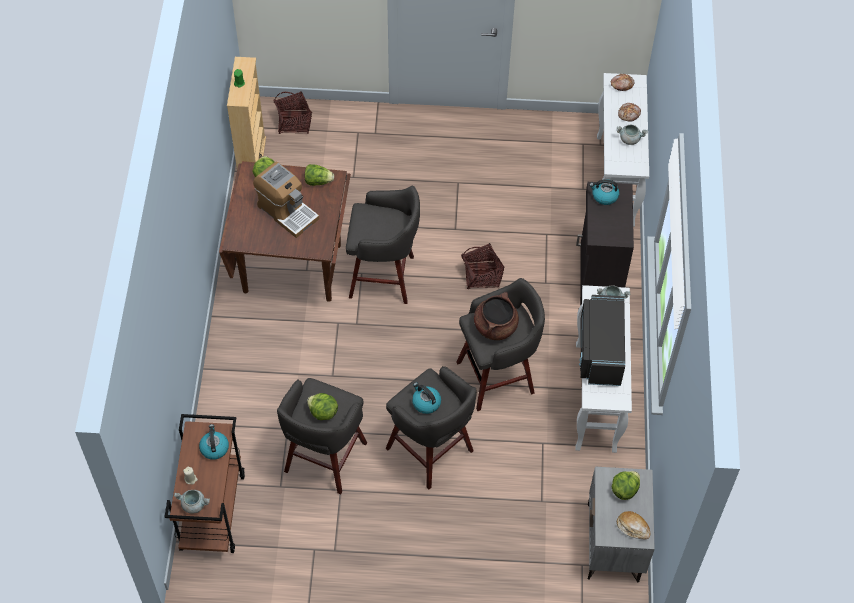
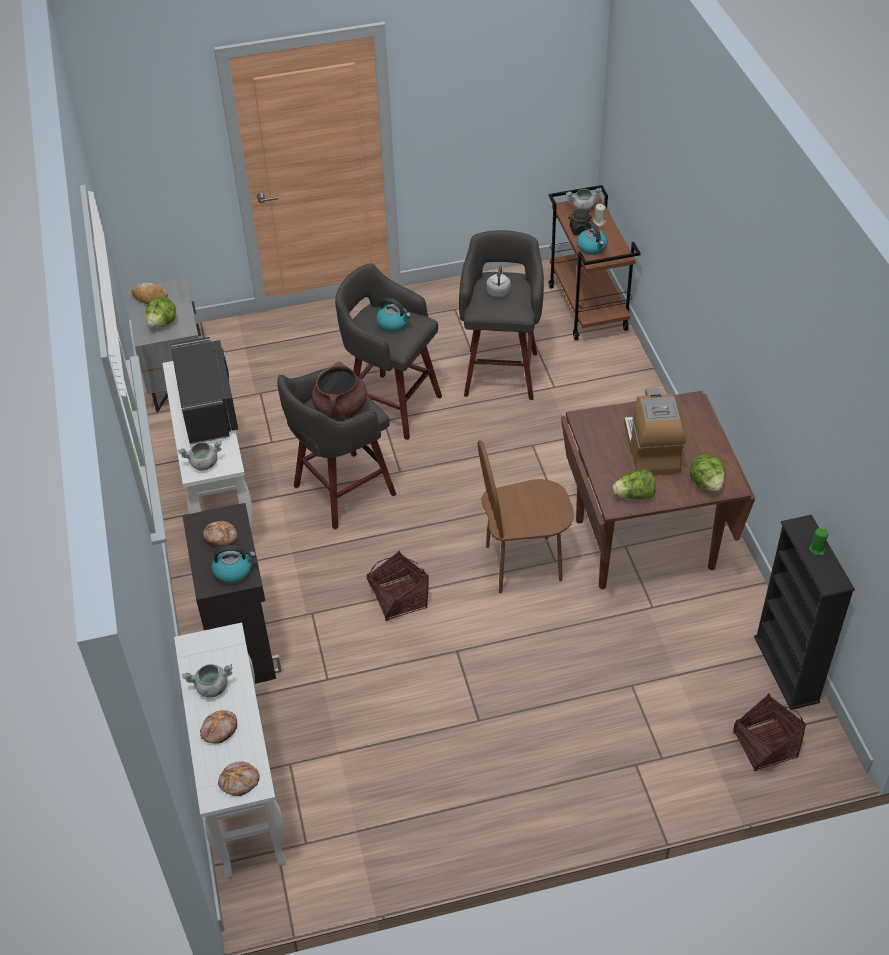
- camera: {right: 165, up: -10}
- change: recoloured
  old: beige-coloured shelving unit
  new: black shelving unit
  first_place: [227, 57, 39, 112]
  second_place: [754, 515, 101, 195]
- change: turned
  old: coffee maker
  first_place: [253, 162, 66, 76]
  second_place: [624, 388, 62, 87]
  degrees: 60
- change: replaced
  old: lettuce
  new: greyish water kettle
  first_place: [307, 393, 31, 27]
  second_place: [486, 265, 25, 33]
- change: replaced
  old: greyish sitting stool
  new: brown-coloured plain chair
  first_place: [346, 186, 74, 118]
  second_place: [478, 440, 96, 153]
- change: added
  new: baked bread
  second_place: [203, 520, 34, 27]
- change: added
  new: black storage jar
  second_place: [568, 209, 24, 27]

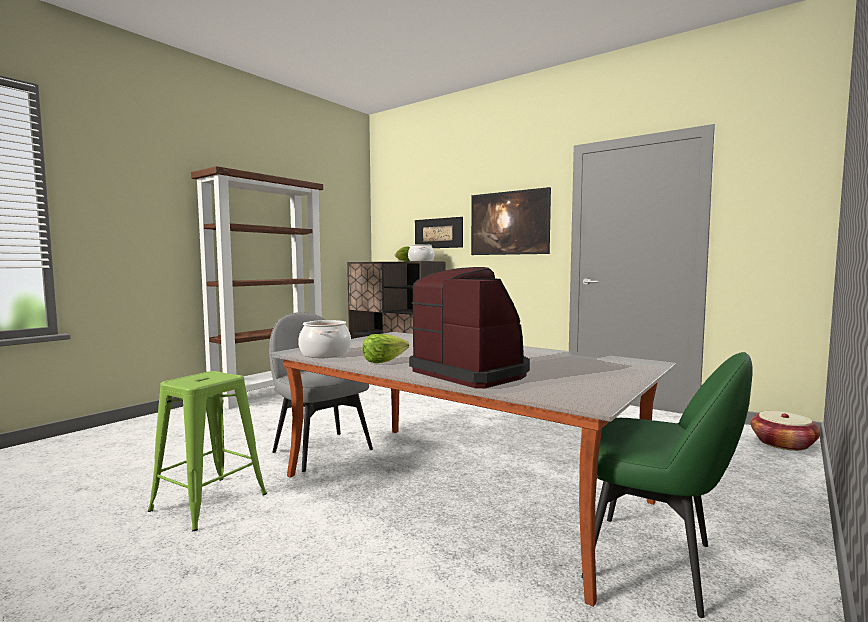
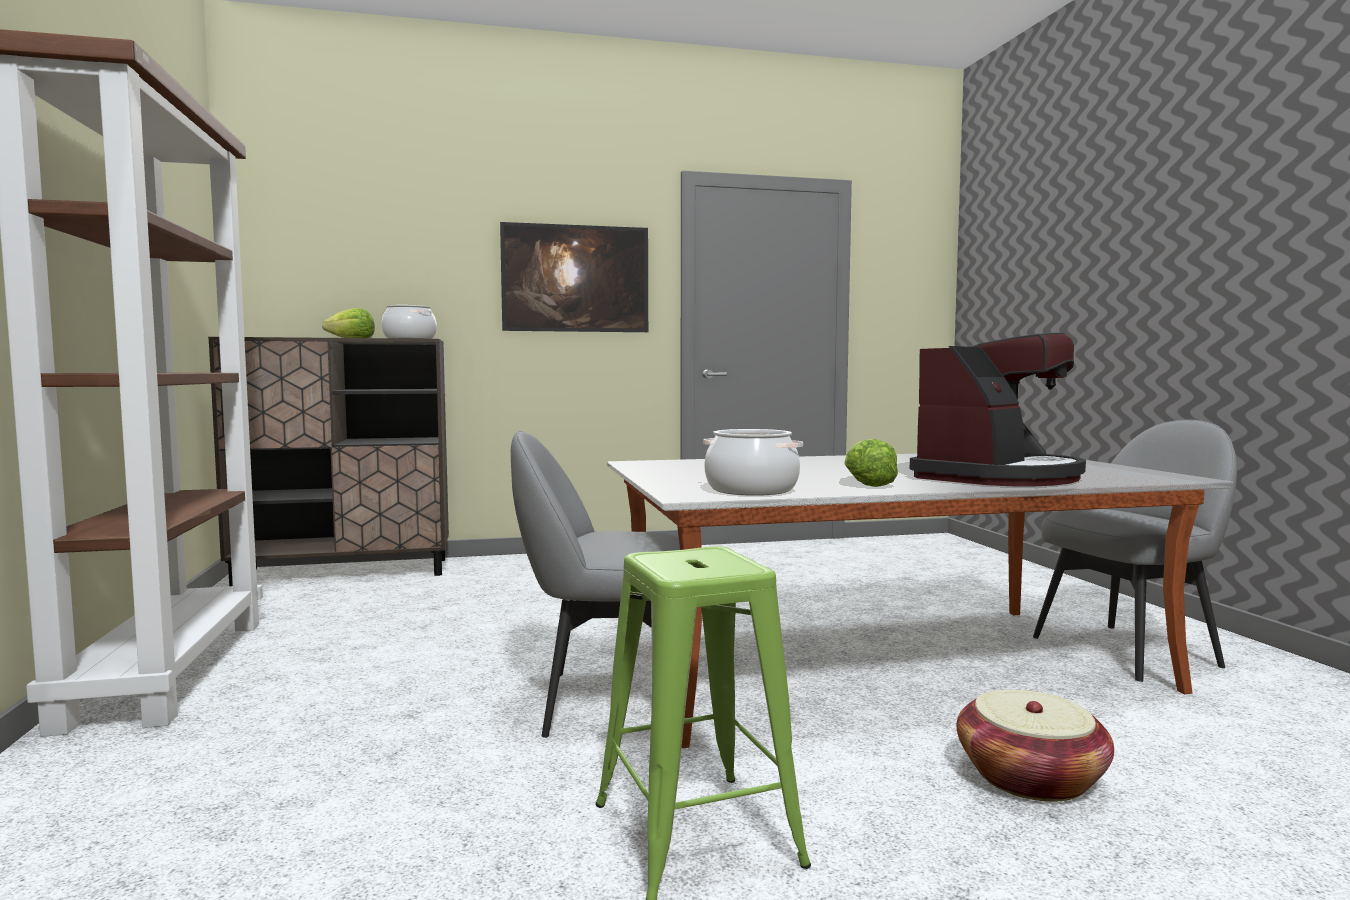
- camera: {right: -50, up: 0}
- change: turned
  old: coffee maker
  first_place: [409, 267, 121, 121]
  second_place: [910, 333, 176, 154]
  degrees: 135
- change: removed
  old: picture
  first_place: [415, 217, 48, 31]
- change: recoloured
  old: green-coloured plain chair
  new: greyish plain chair
  first_place: [581, 352, 172, 266]
  second_place: [1033, 420, 204, 262]
- change: moved
  old: storage basket
  first_place: [750, 411, 71, 40]
  second_place: [957, 690, 157, 112]

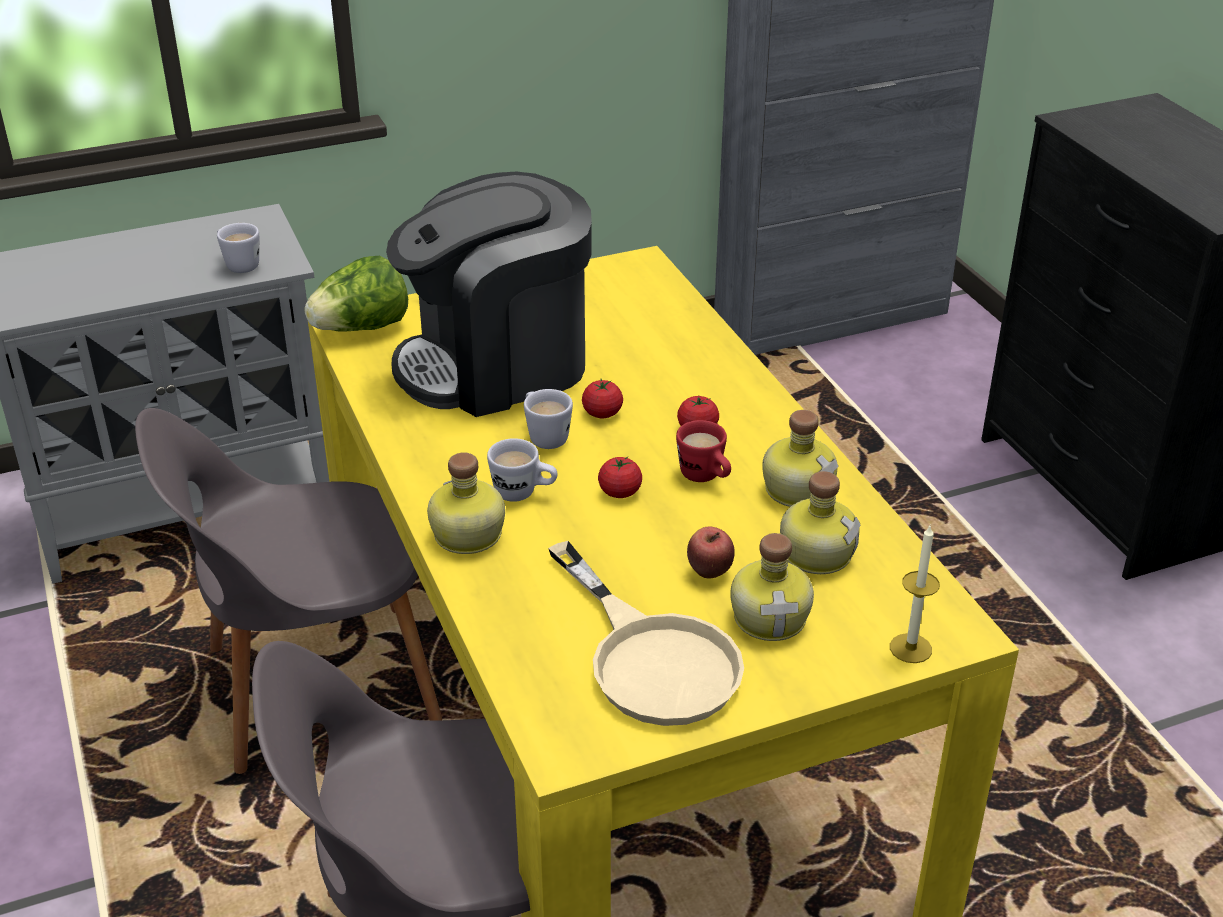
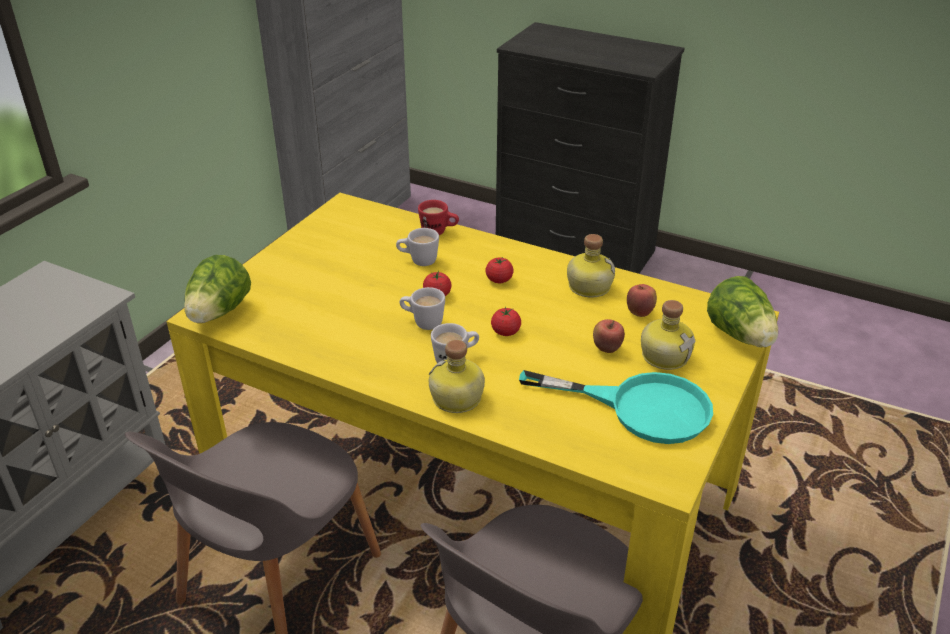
- camera: {right: -40, up: 0}
- change: moved
  old: whitish tea mug
  first_place: [217, 223, 42, 50]
  second_place: [396, 228, 43, 38]
- change: removed
  old: coffee maker
  first_place: [386, 172, 206, 245]
- change: recoloured
  old: beige-coloured skillet
  new: turquoise skillet
  first_place: [548, 541, 196, 185]
  second_place: [519, 370, 194, 74]
- change: moved
  old: reddish tea mug
  first_place: [676, 420, 55, 62]
  second_place: [418, 200, 41, 35]
- change: replaced
  old: bottle
  new: apple
  first_place: [780, 471, 80, 103]
  second_place: [627, 284, 30, 33]
- change: replaced
  old: candle
  new: lettuce
  first_place: [890, 524, 50, 139]
  second_place: [707, 276, 71, 71]

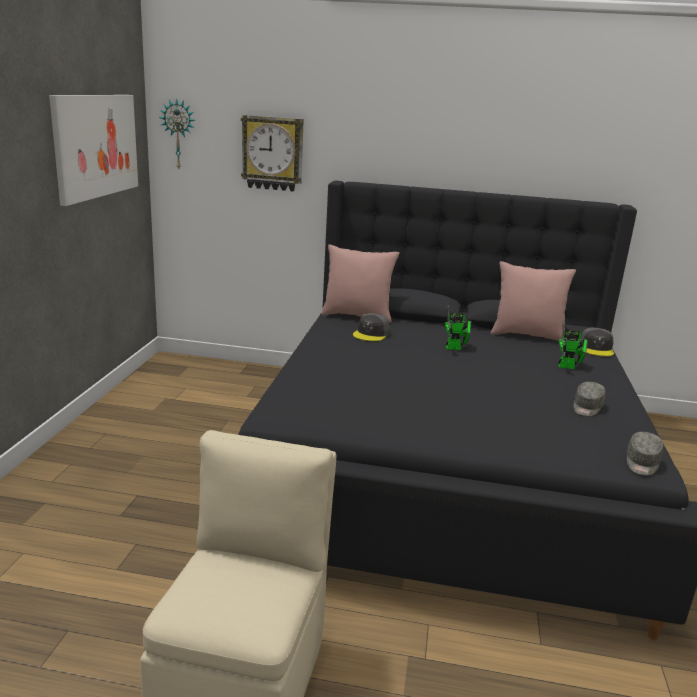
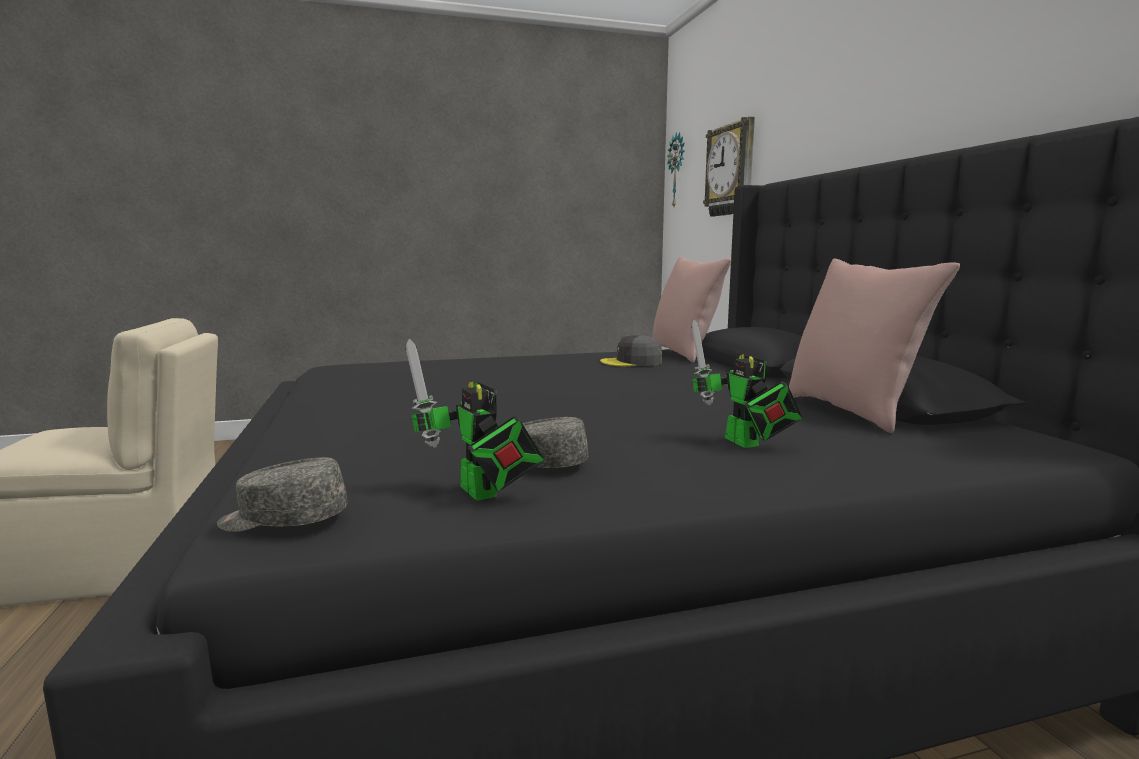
- camera: {right: 65, up: -10}
- change: removed
  old: picture
  first_place: [49, 95, 89, 111]
- change: moved
  old: model robot
  first_place: [445, 305, 26, 45]
  second_place: [405, 339, 139, 162]
- change: removed
  old: greyish cap
  first_place: [581, 328, 33, 28]

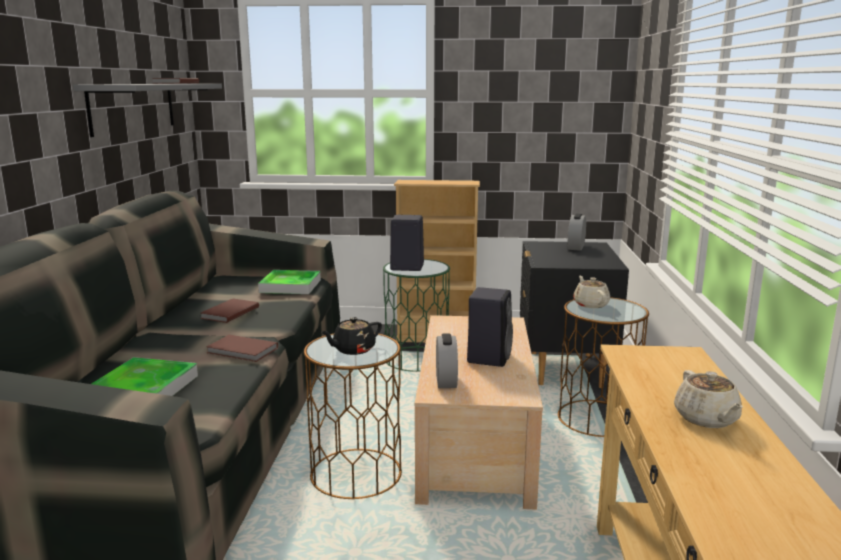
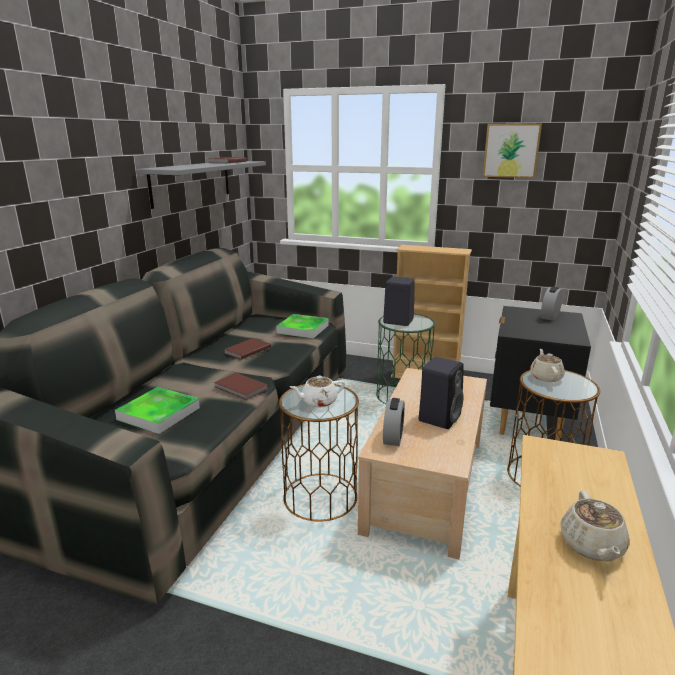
- camera: {right: 15, up: 5}
- change: recoloured
  old: black tea pot
  new: whitish tea pot
  first_place: [321, 317, 61, 38]
  second_place: [290, 376, 55, 32]
- change: added
  new: picture
  second_place: [483, 123, 59, 55]

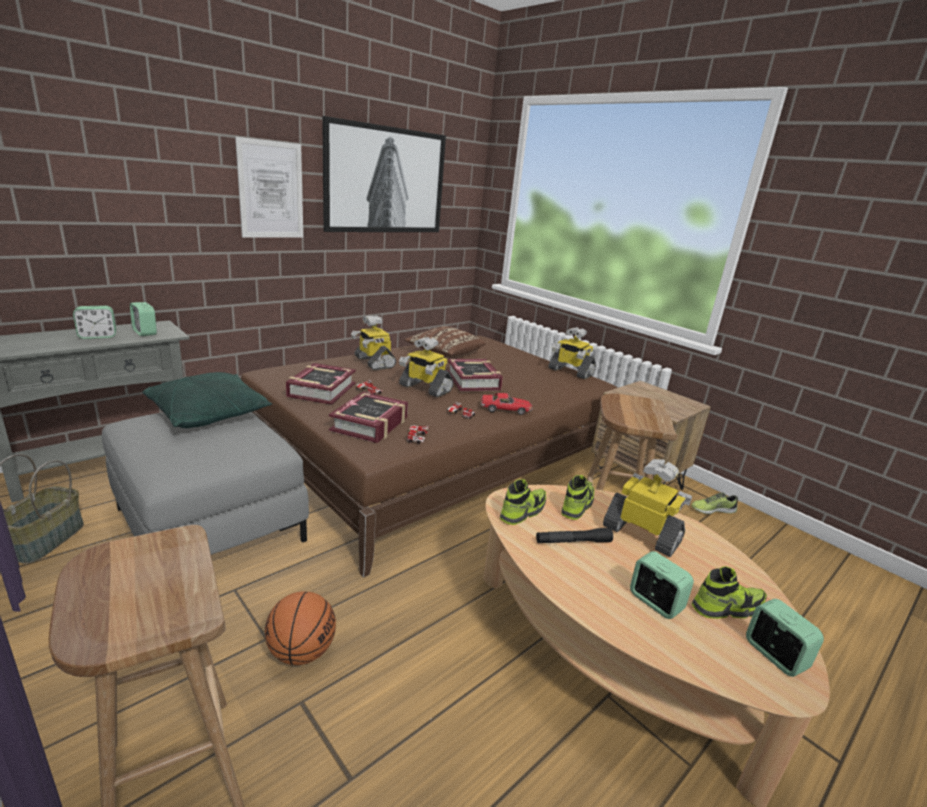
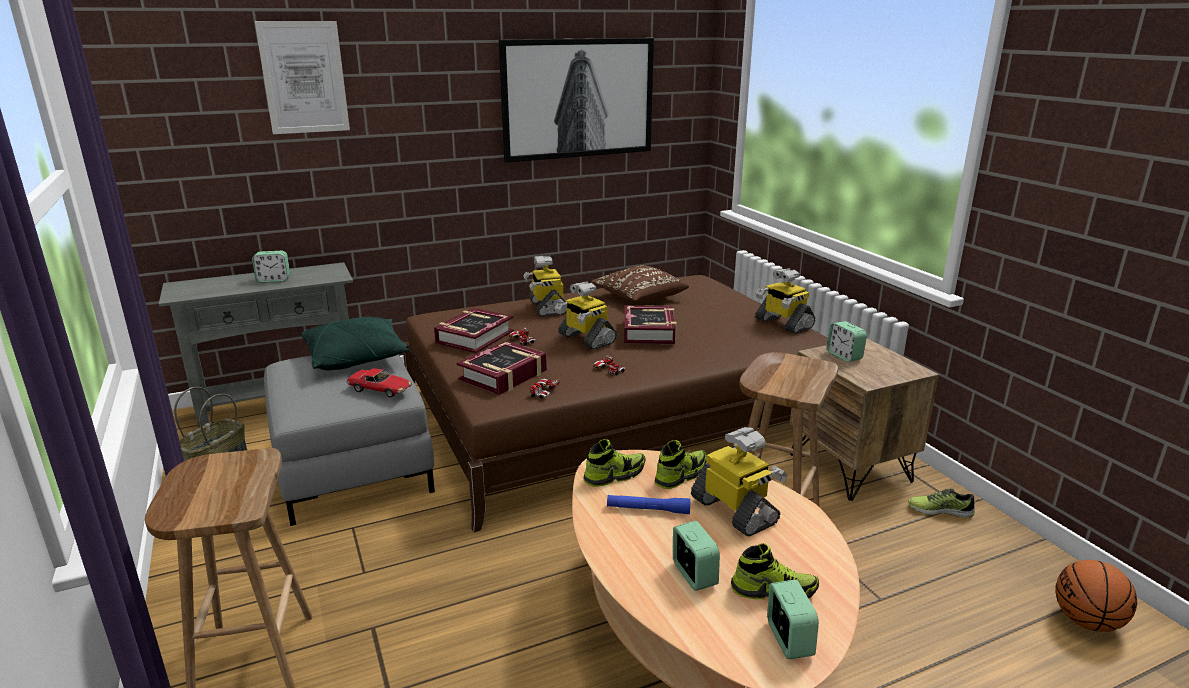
- camera: {right: 20, up: 0}
- change: moved
  old: table clock
  first_place: [130, 302, 27, 34]
  second_place: [827, 321, 40, 41]
- change: moved
  old: picture
  first_place: [235, 137, 68, 101]
  second_place: [255, 21, 95, 113]
- change: moved
  old: basketball ball
  first_place: [265, 591, 71, 74]
  second_place: [1056, 560, 81, 72]
- change: moved
  old: toy car
  first_place: [481, 393, 52, 22]
  second_place: [346, 368, 66, 30]
- change: recoloured
  old: black flashlight
  new: blue-coloured flashlight
  first_place: [536, 528, 77, 16]
  second_place: [607, 495, 83, 19]

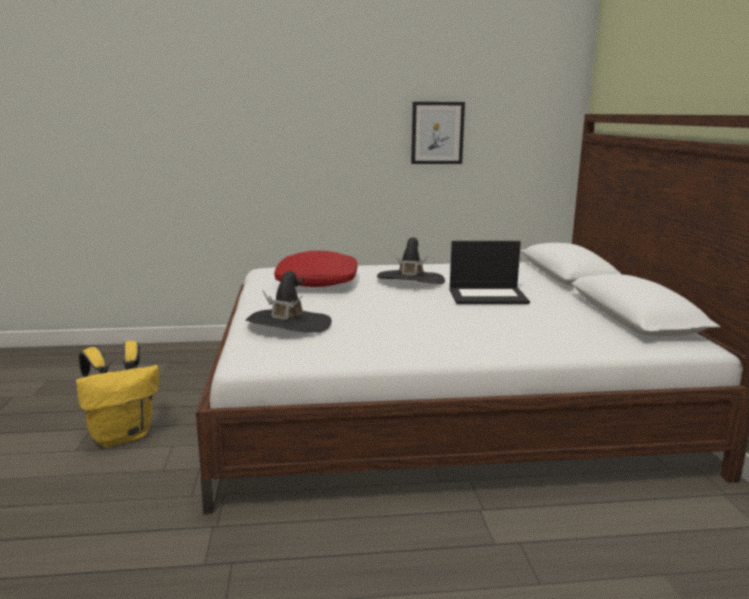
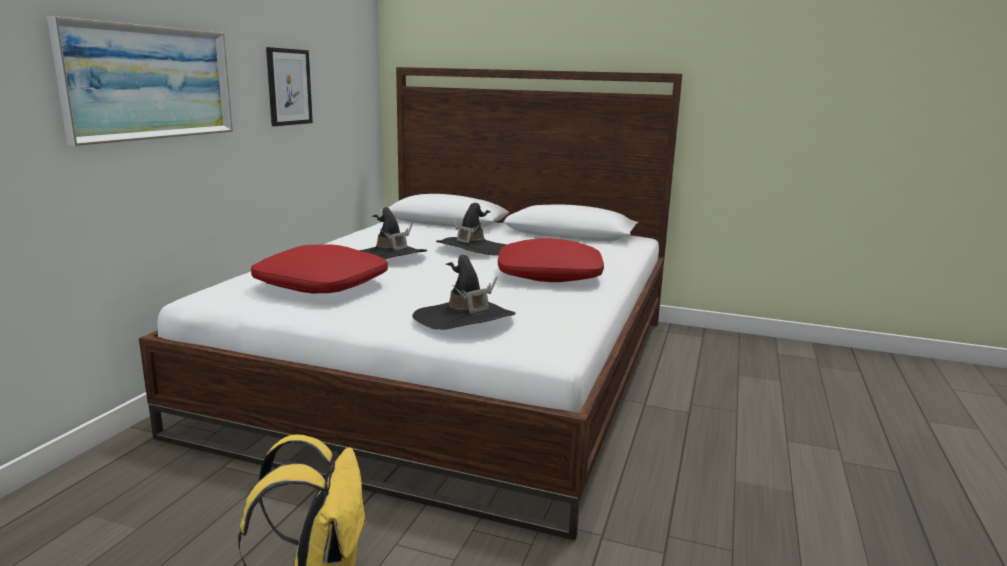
- camera: {right: -65, up: 0}
- change: replaced
  old: notebook computer
  new: black hat
  first_place: [449, 241, 81, 63]
  second_place: [436, 203, 70, 53]
- change: added
  new: picture
  second_place: [47, 16, 186, 130]
- change: added
  new: reddish throw pillow
  second_place: [498, 238, 106, 44]

